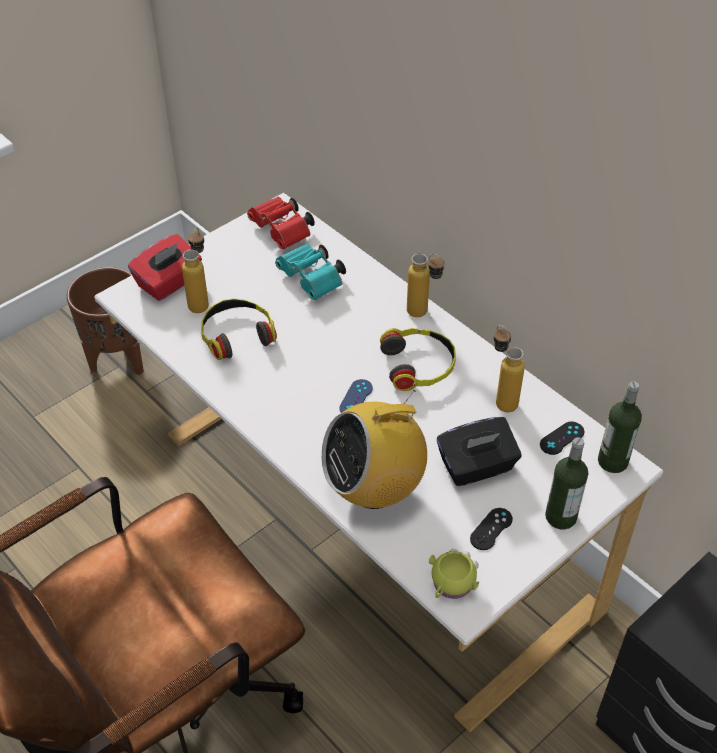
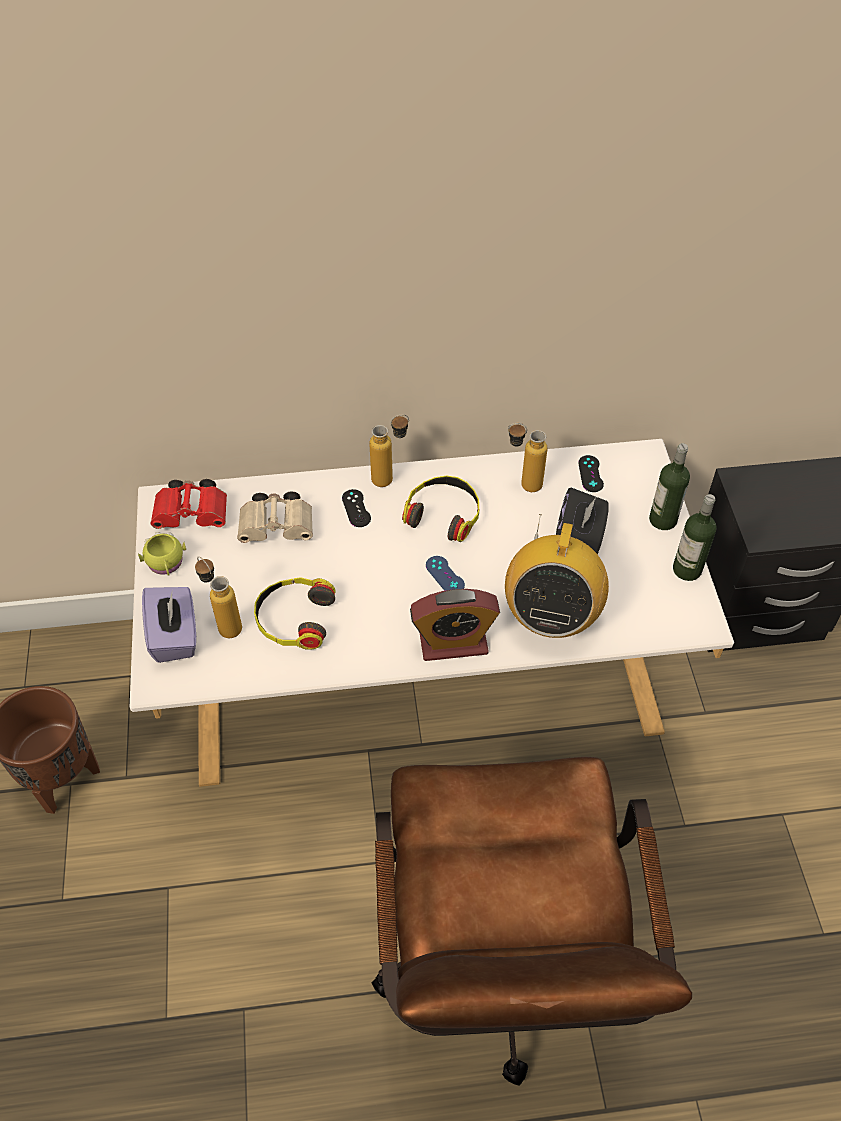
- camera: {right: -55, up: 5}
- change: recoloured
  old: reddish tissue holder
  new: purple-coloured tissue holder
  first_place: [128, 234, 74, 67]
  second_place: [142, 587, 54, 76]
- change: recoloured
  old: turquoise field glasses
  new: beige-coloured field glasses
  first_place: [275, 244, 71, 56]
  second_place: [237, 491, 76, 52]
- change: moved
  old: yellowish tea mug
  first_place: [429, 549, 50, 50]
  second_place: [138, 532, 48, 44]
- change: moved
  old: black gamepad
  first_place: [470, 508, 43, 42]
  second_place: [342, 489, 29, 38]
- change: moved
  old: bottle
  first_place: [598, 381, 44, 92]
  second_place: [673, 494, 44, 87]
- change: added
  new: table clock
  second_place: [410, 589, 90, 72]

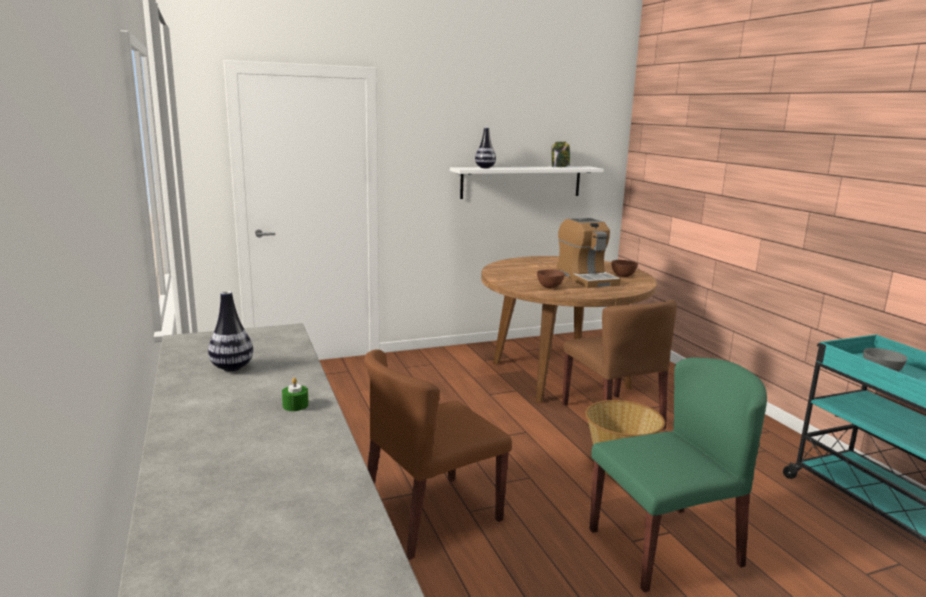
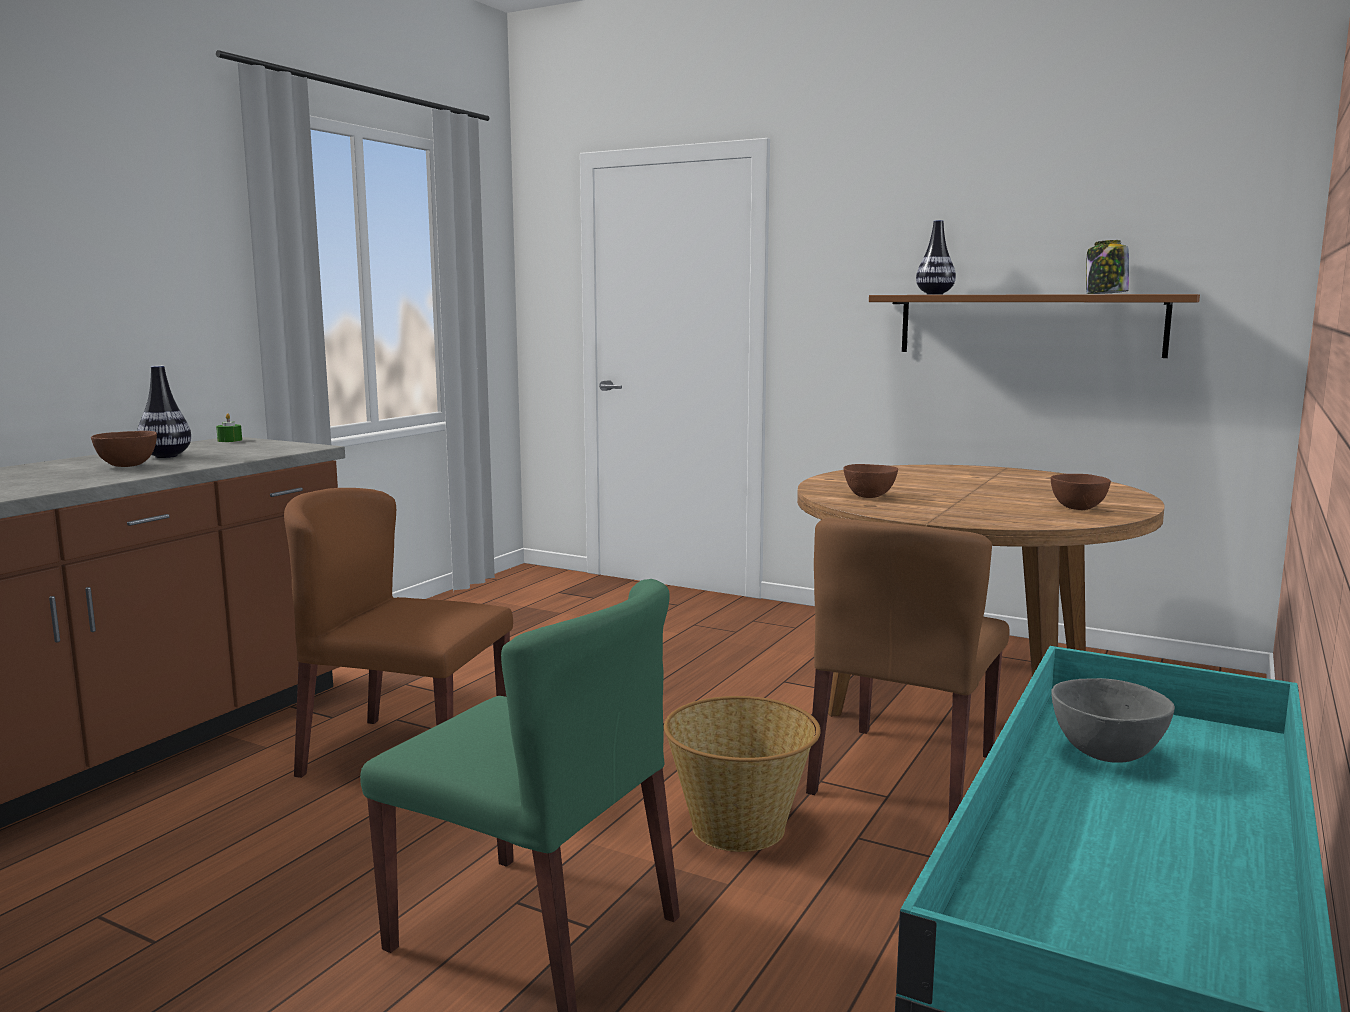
- camera: {right: 50, up: -5}
- change: moved
  old: green-coloured candle
  first_place: [282, 377, 27, 34]
  second_place: [216, 413, 26, 29]
- change: recoloured
  old: whitish wall shelf
  new: brown-coloured wall shelf
  first_place: [450, 166, 153, 33]
  second_place: [869, 294, 331, 64]
- change: removed
  old: coffee maker
  first_place: [557, 218, 64, 70]
- change: added
  new: brown-coloured deep dish
  second_place: [91, 431, 66, 36]

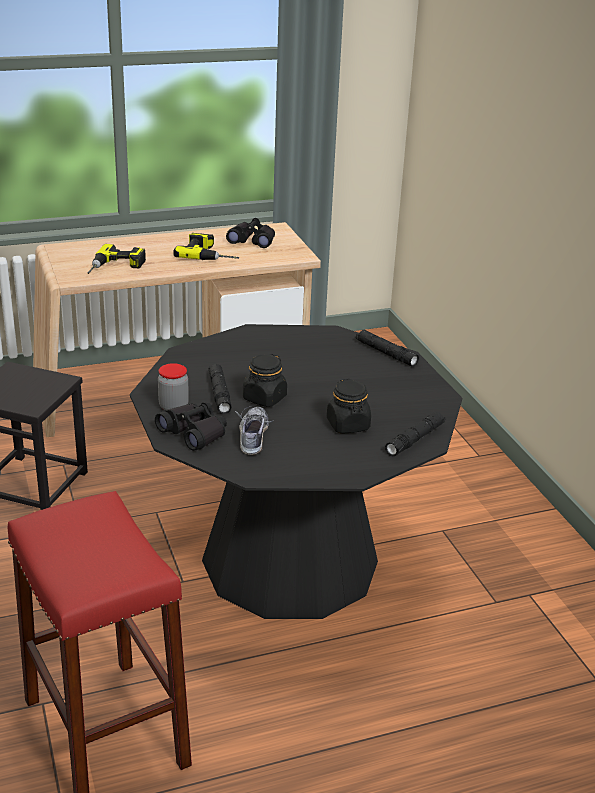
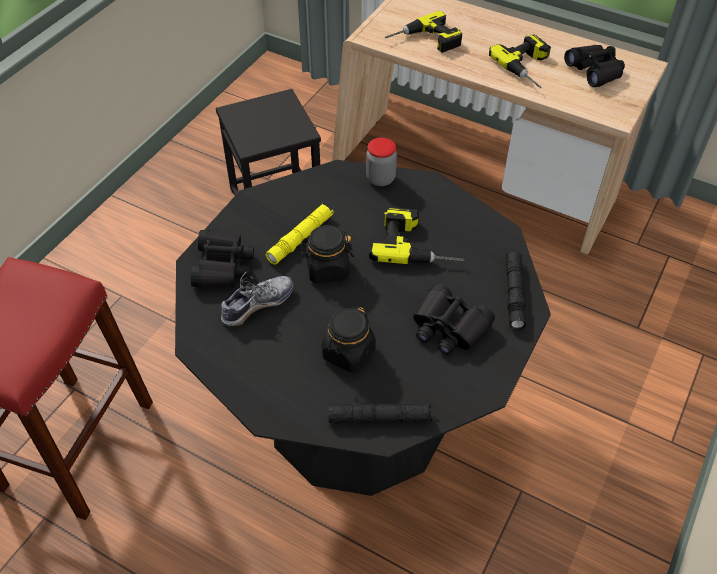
- camera: {right: 50, up: 20}
- change: moved
  old: storage jar
  first_place: [158, 363, 31, 47]
  second_place: [366, 138, 31, 48]
- change: recoloured
  old: black flashlight
  new: yellowish flashlight
  first_place: [209, 364, 23, 50]
  second_place: [266, 204, 68, 60]
- change: added
  new: drill
  second_place: [369, 207, 95, 57]
- change: added
  new: black field glasses
  second_place: [413, 283, 82, 72]

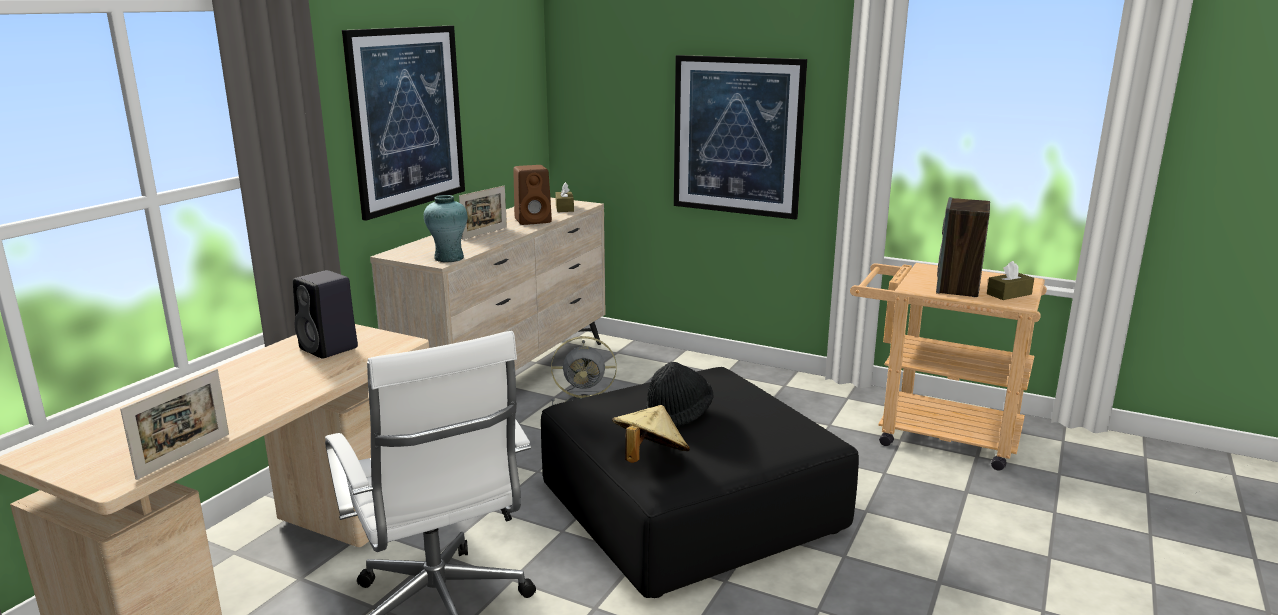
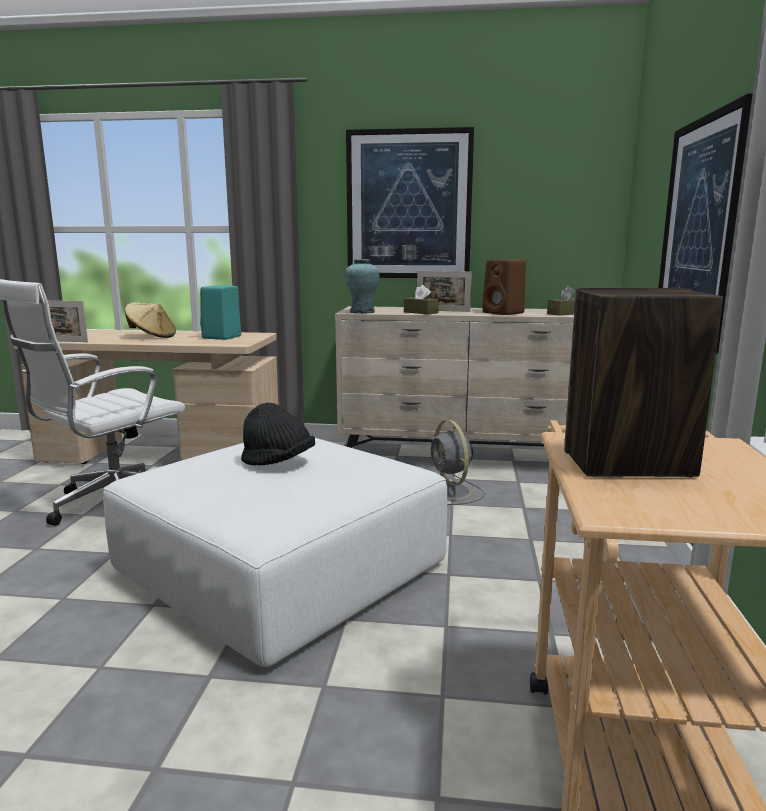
- camera: {right: 70, up: -5}
- change: recoloured
  old: black audio speaker
  new: turquoise audio speaker
  first_place: [293, 270, 65, 89]
  second_place: [200, 285, 41, 55]
- change: recoloured
  old: black footrest
  new: whitish footrest
  first_place: [541, 367, 318, 231]
  second_place: [103, 438, 344, 229]
- change: moved
  old: beige-coloured hat
  first_place: [612, 405, 78, 58]
  second_place: [124, 302, 52, 36]
- change: moved
  old: brown-coloured tissue holder
  first_place: [987, 261, 47, 39]
  second_place: [404, 285, 35, 30]

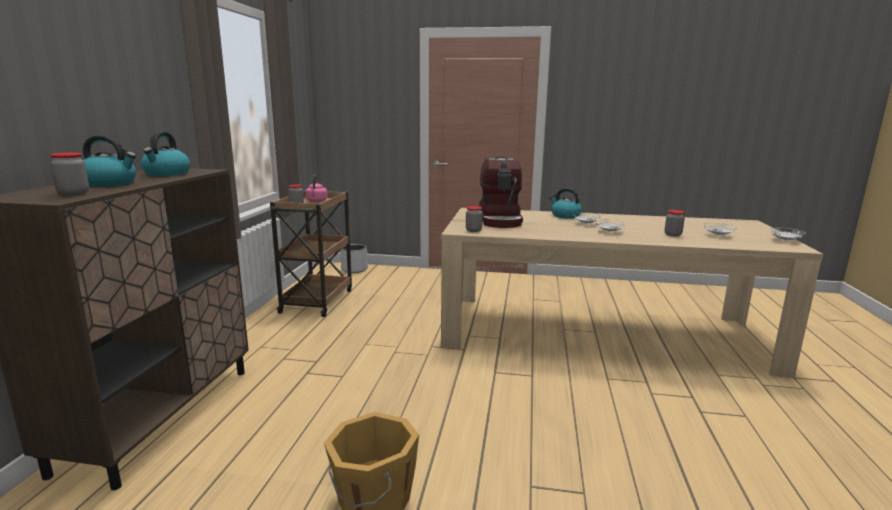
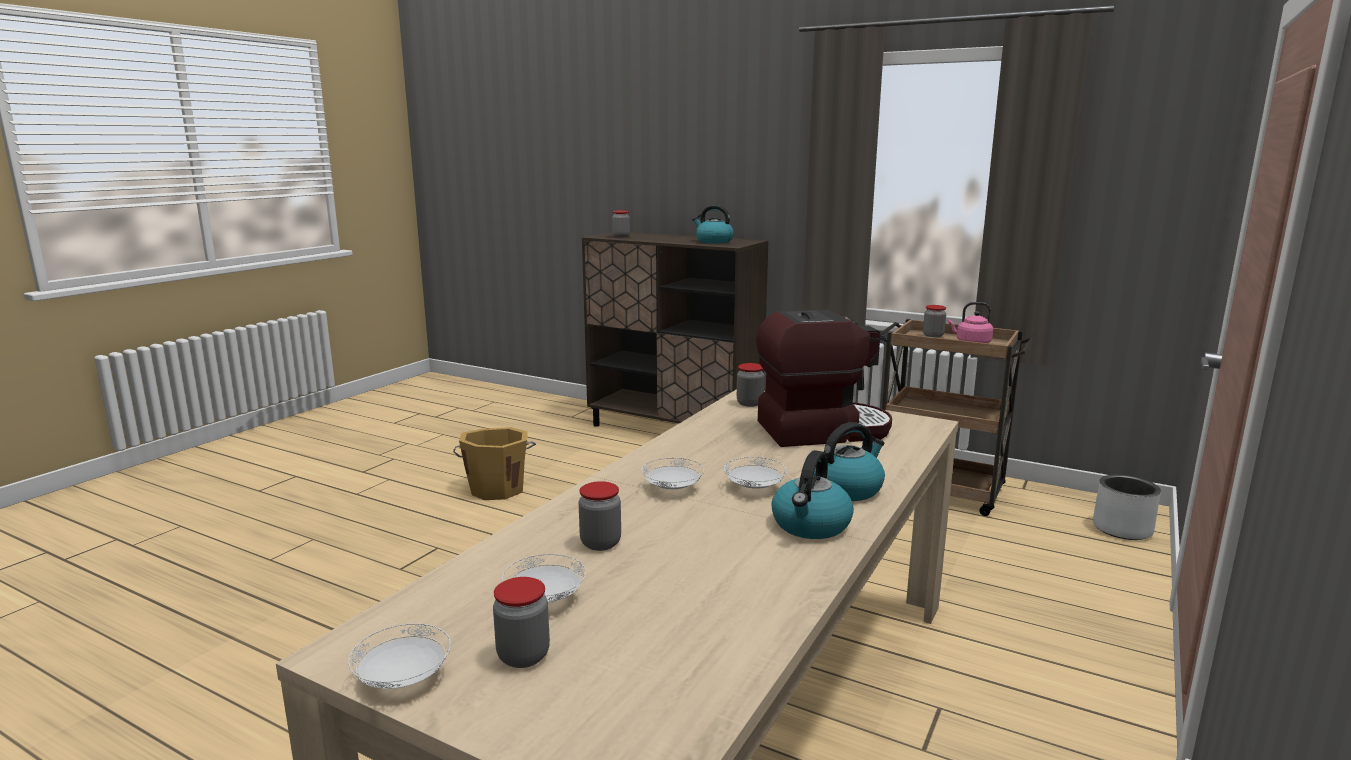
- camera: {right: 110, up: 0}
- change: moved
  old: water kettle
  first_place: [83, 135, 53, 52]
  second_place: [771, 450, 83, 89]
- change: turned
  old: coffee maker
  first_place: [479, 157, 44, 71]
  second_place: [756, 309, 136, 138]
  degrees: 150
- change: added
  new: storage jar
  second_place: [493, 577, 57, 91]

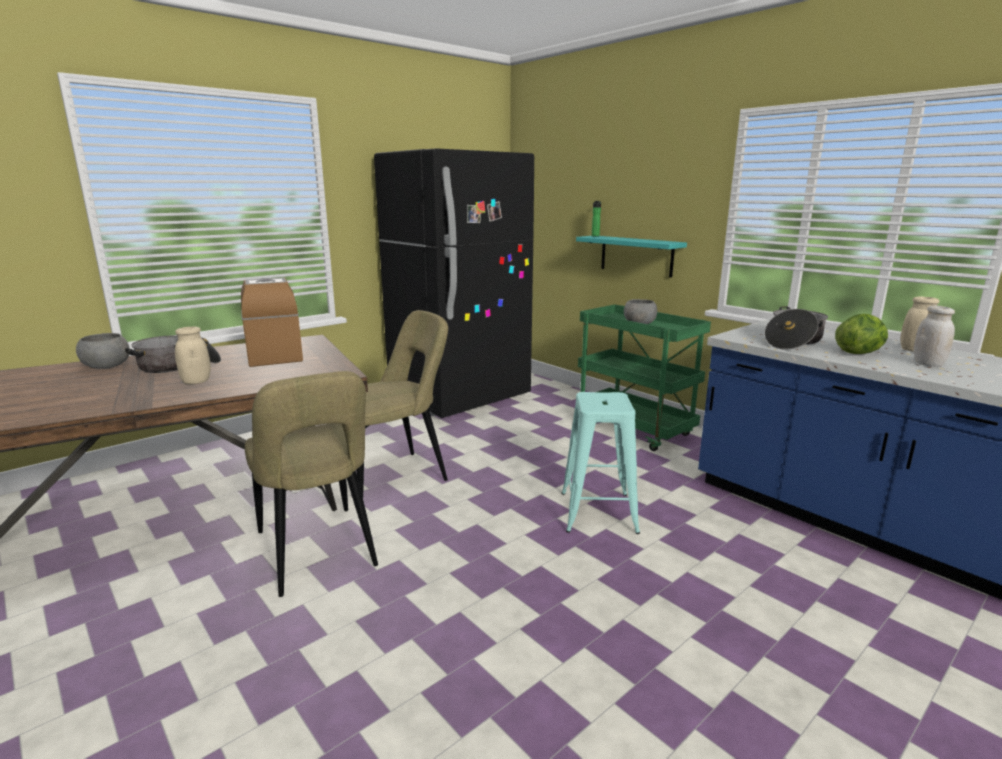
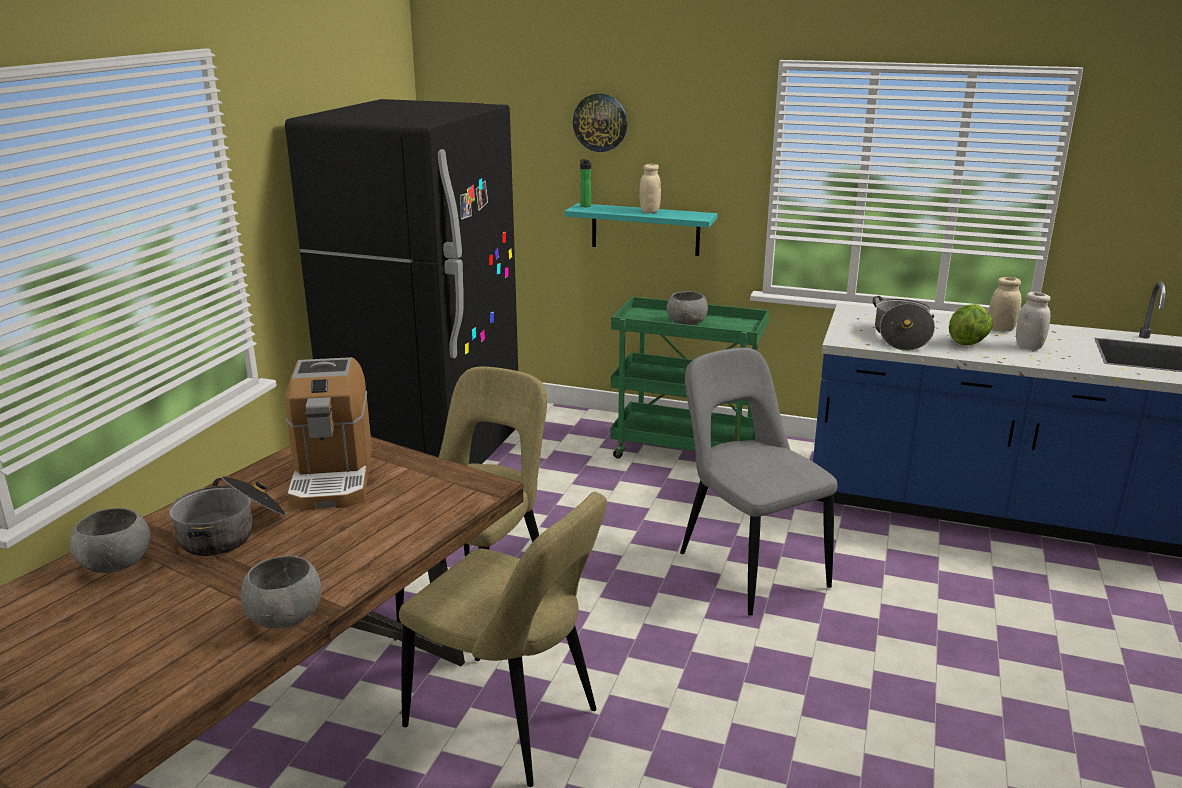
- camera: {right: -30, up: 5}
- change: moved
  old: beige-coloured storage jar
  first_place: [175, 326, 36, 58]
  second_place: [639, 164, 22, 49]
- change: turned
  old: coffee maker
  first_place: [241, 278, 62, 89]
  second_place: [286, 357, 86, 153]
  degrees: -135
- change: replaced
  old: turquoise sitting stool
  new: greyish plain chair
  first_place: [561, 392, 79, 142]
  second_place: [680, 348, 158, 268]
- change: added
  new: greyish deep dish
  second_place: [241, 556, 80, 73]
- change: added
  new: clock on the wall
  second_place: [573, 93, 55, 59]

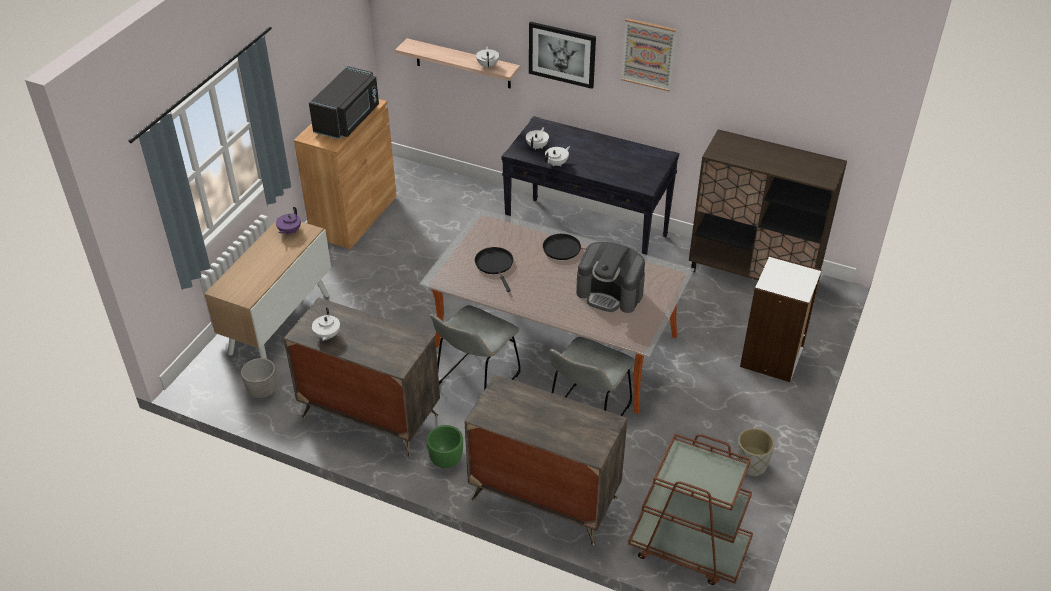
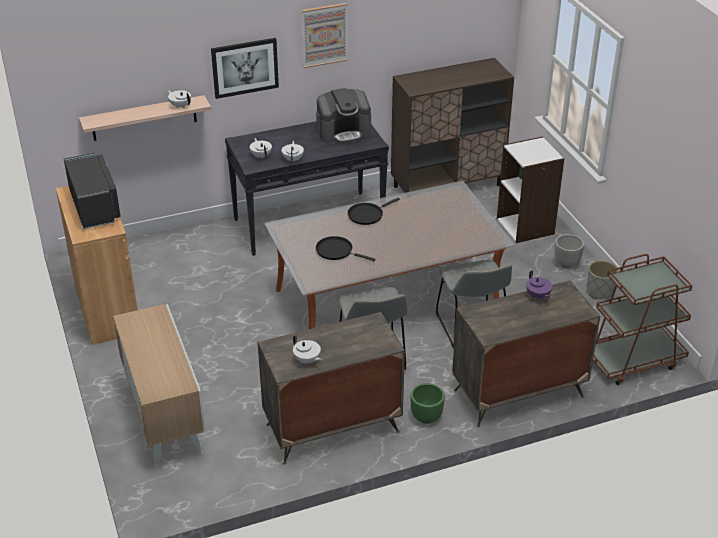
- camera: {right: -45, up: -5}
- change: moved
  old: planter
  first_place: [241, 358, 36, 40]
  second_place: [554, 234, 30, 34]
- change: moved
  old: purple-coloured tea pot
  first_place: [276, 207, 25, 28]
  second_place: [526, 270, 27, 30]
- change: moved
  old: coffee maker
  first_place: [576, 242, 69, 71]
  second_place: [316, 88, 55, 55]

